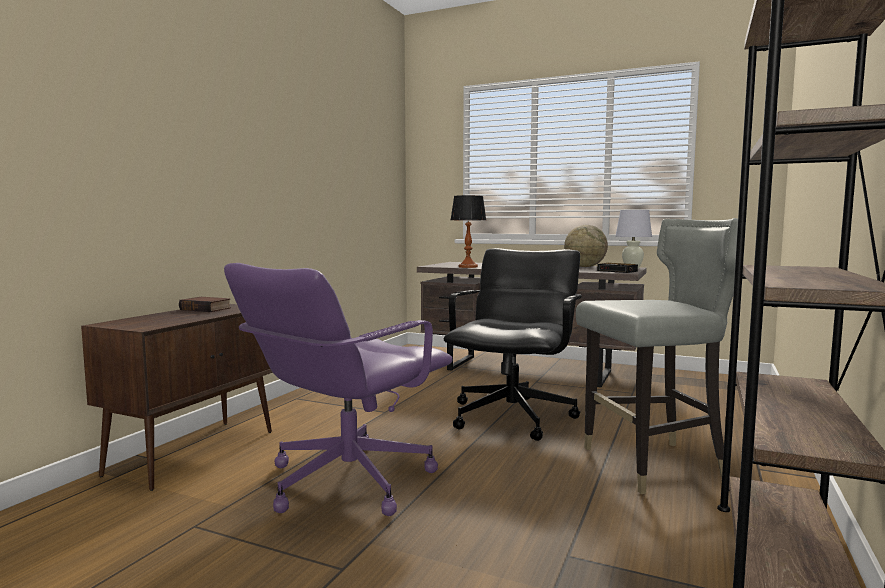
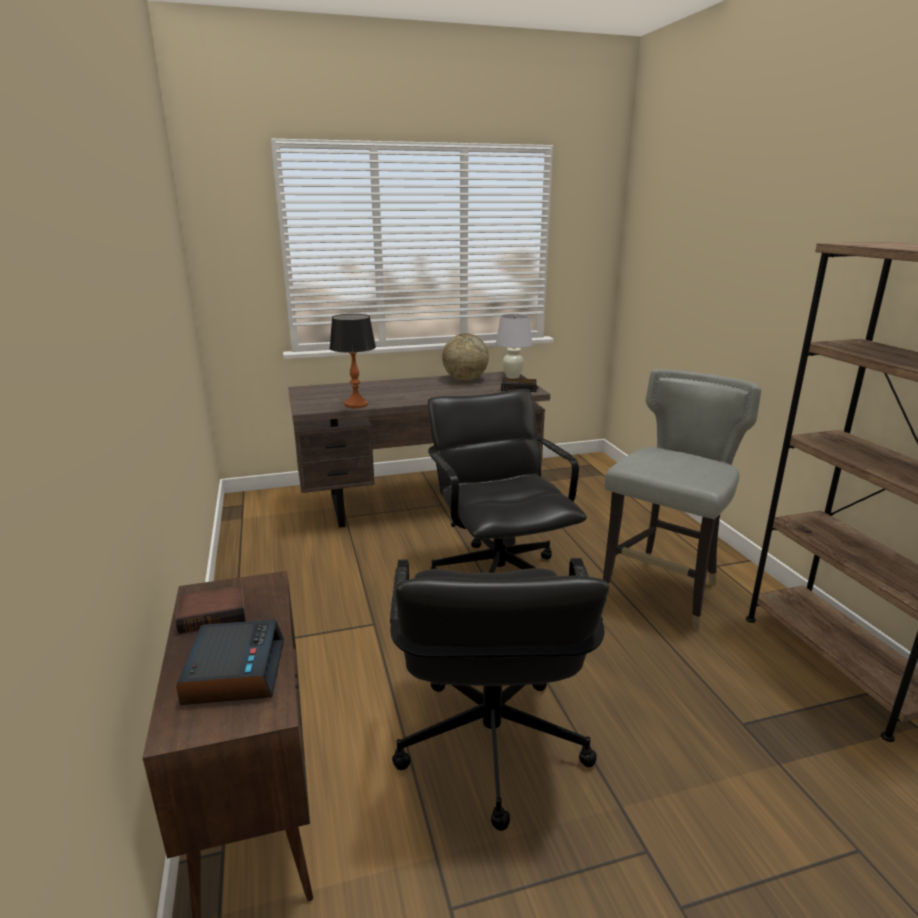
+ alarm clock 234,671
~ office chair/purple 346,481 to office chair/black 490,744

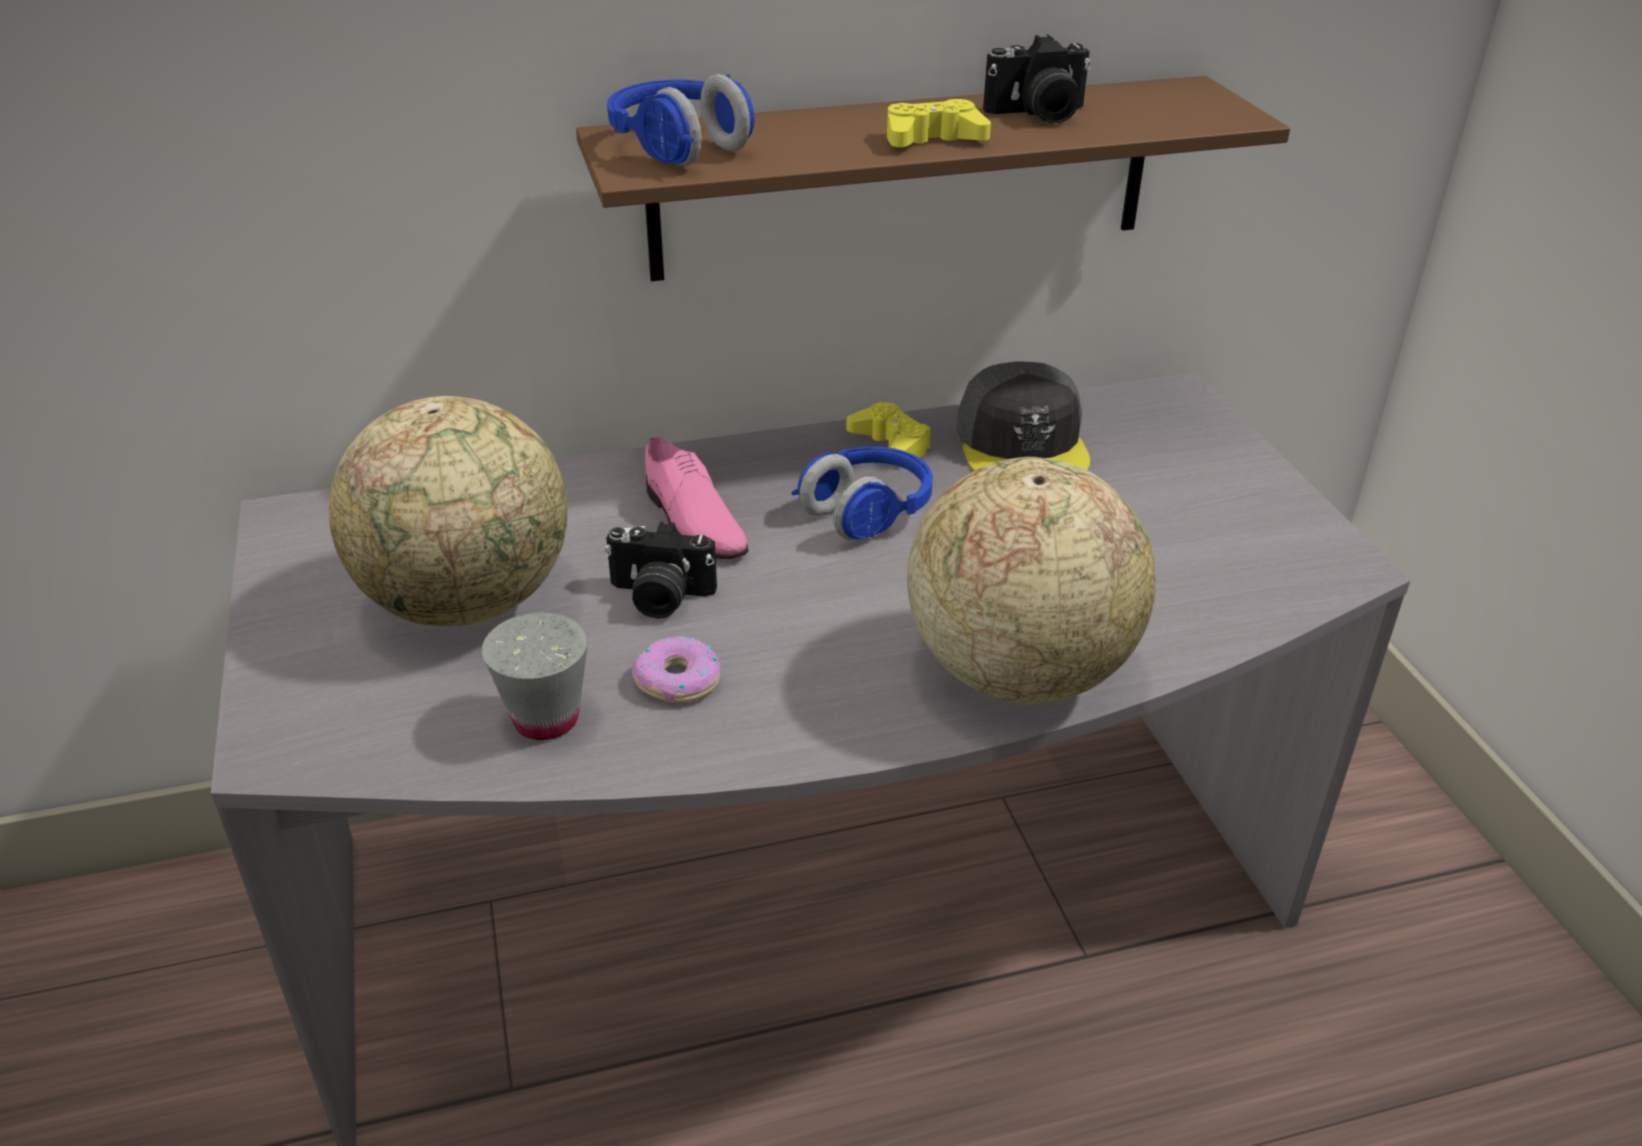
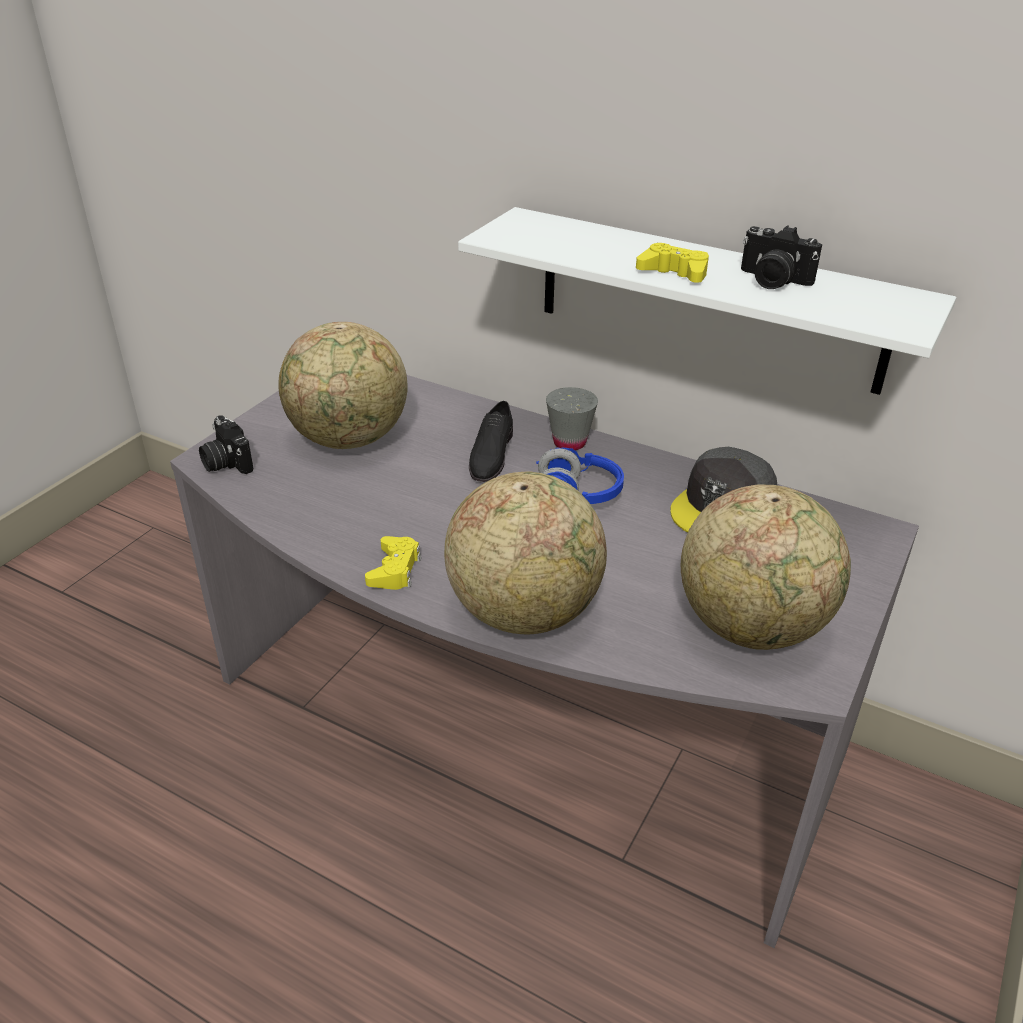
~ photo camera 659,597 to 226,462
~ game controller/yellow 890,443 to 395,569
~ shelf/brown 904,178 to shelf/white 708,299
~ shoe/pink 691,520 to shoe/black 490,455
~ cup/grey 546,719 to 569,442
+ globe 752,626
- headphones/blue 680,148
- donut 677,680

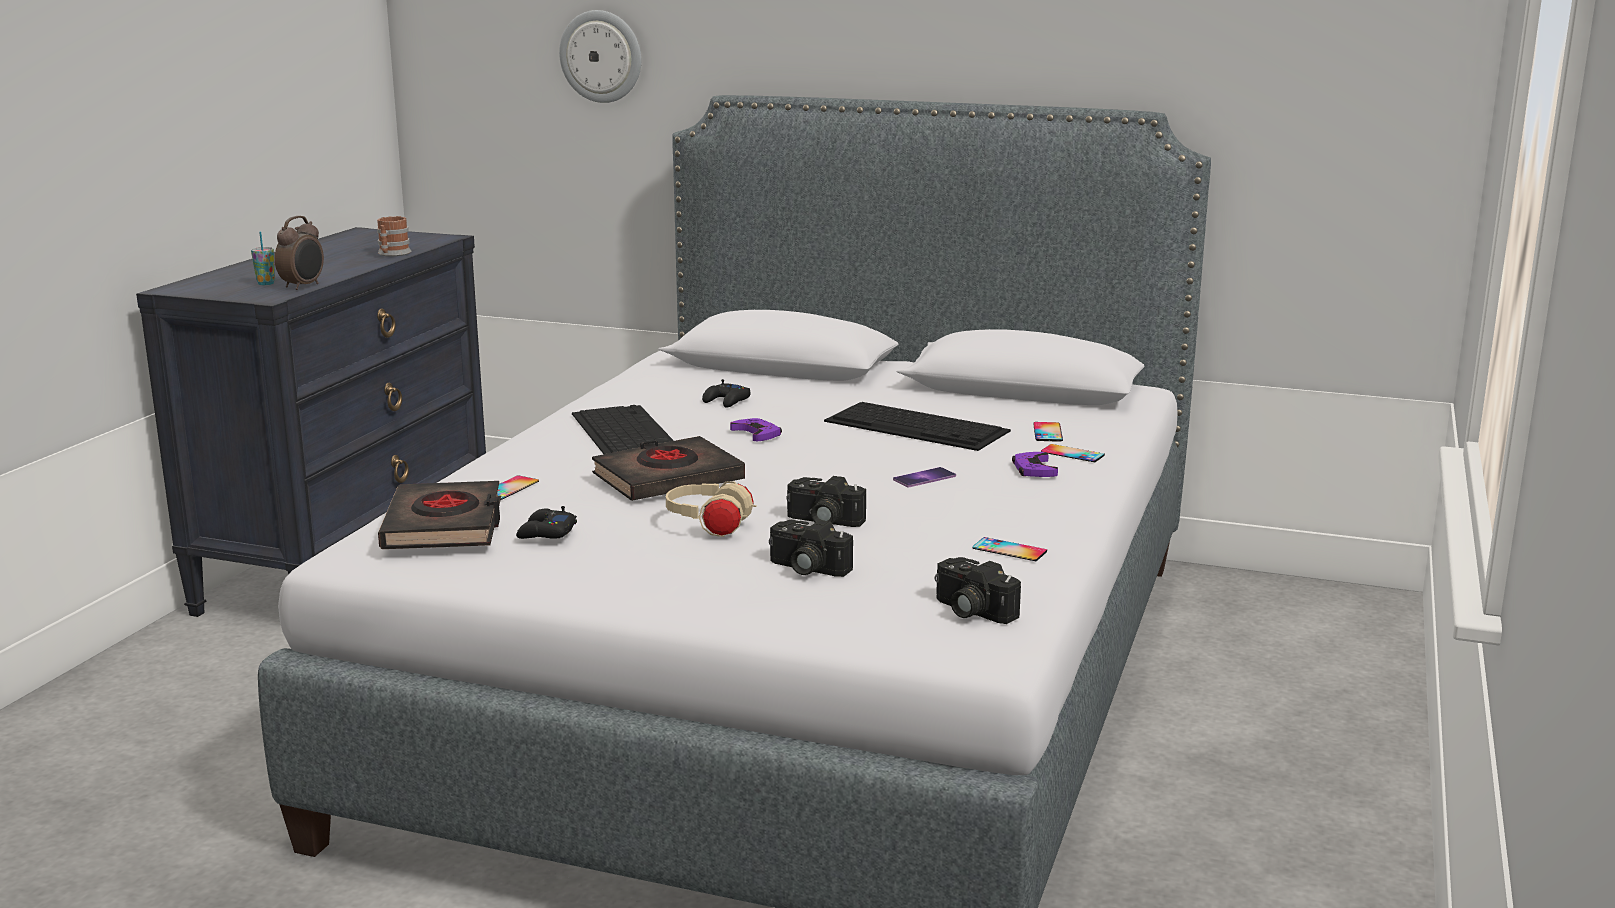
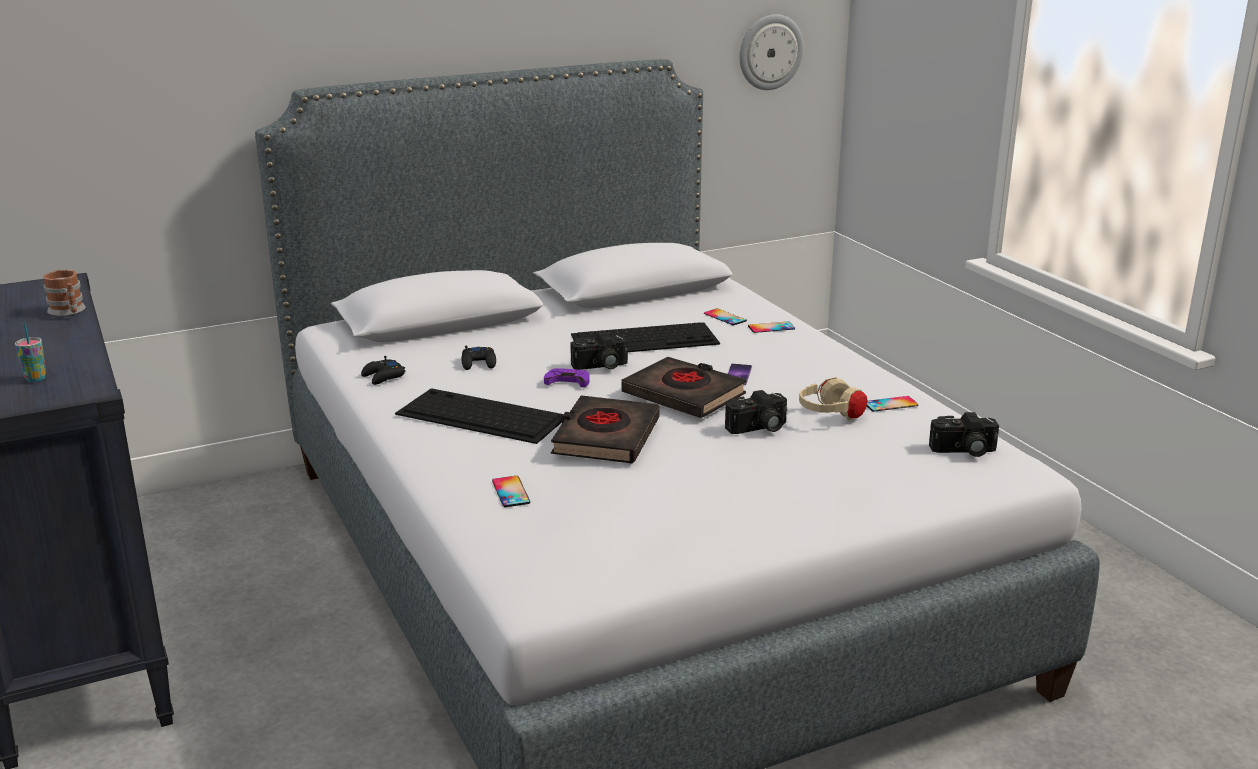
~ game controller/black 546,533 to 383,377
~ photo camera 806,569 to 600,366
~ book/black 444,526 to 684,395
~ wall clock 601,56 to 770,52
~ headphones/beige 710,527 to 831,416
- alarm clock 303,286
- game controller/purple 1033,470

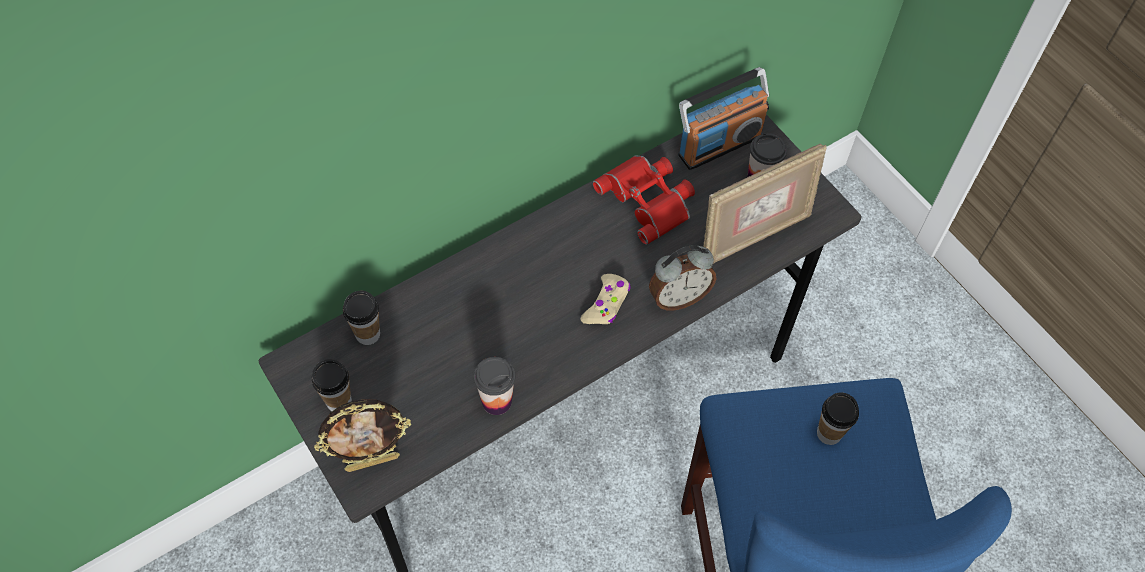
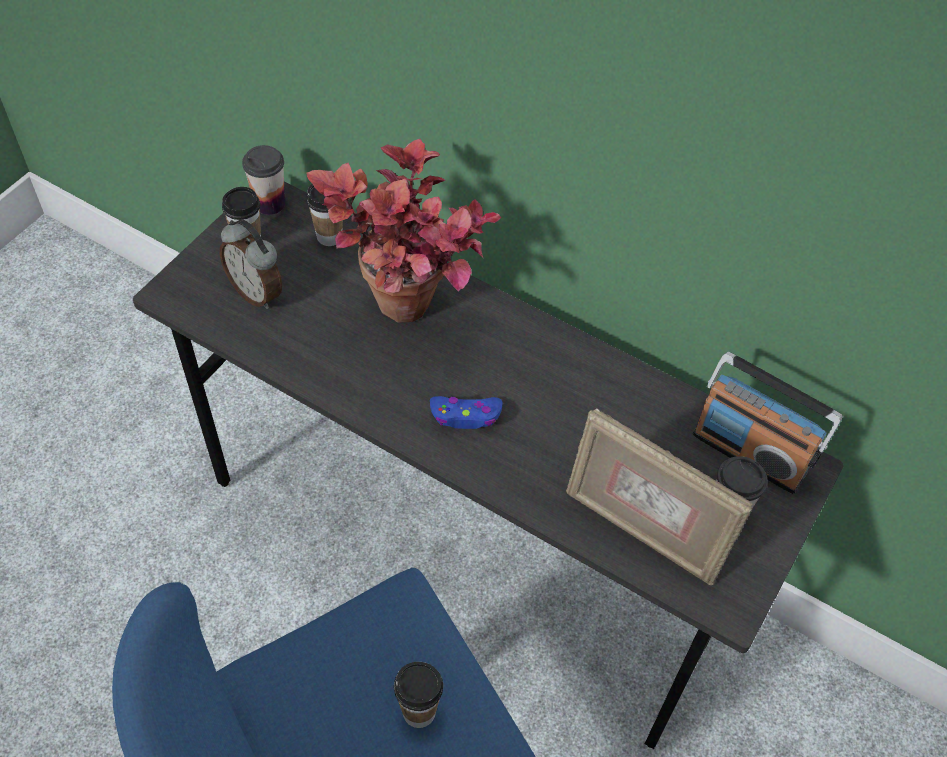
~ alarm clock 678,297 to 257,292
~ cup 496,401 to 270,204
+ potted plant 412,319
~ game controller/beige 606,304 to game controller/blue 466,416
- picture frame 372,461
- binoculars/red 649,199

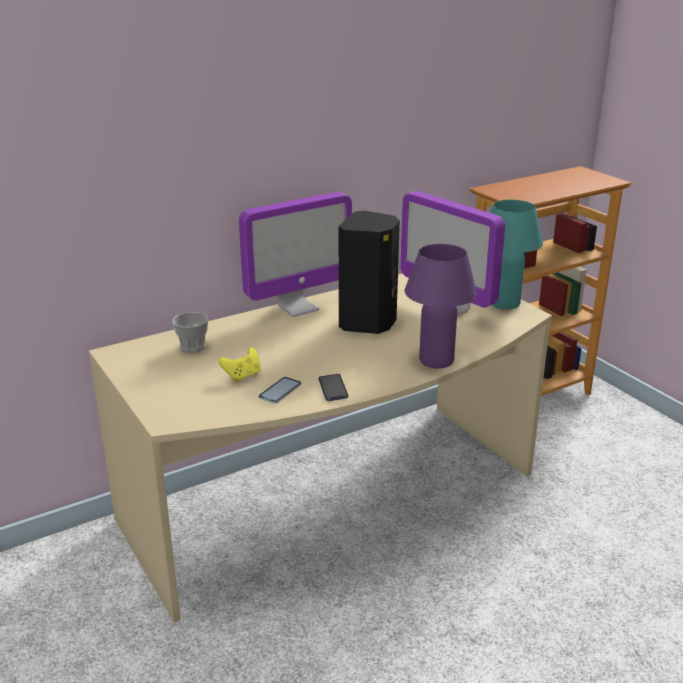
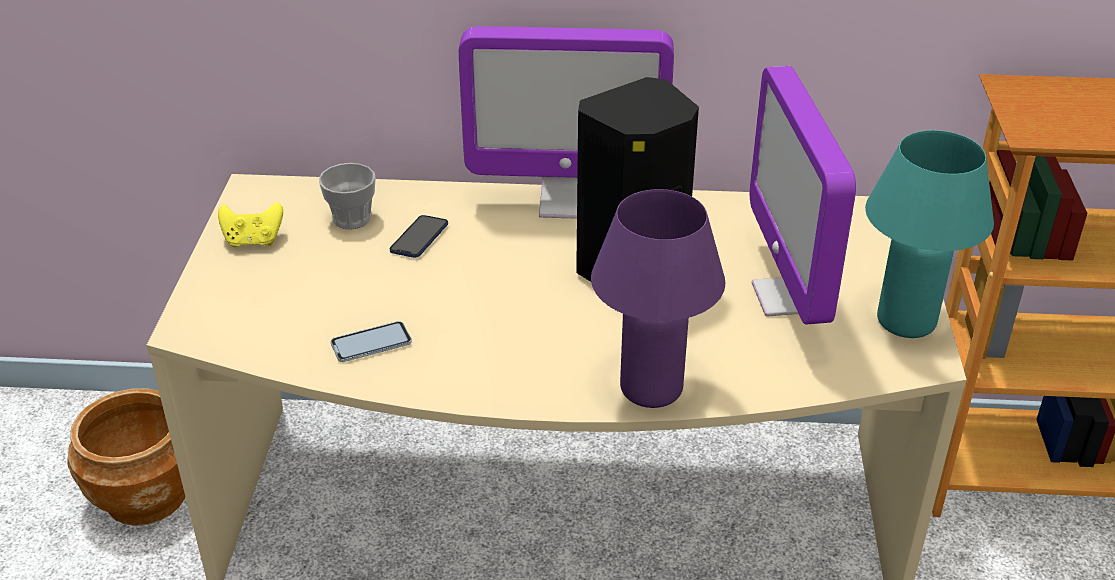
+ planter/brown 147,495
~ game controller/yellow 242,376 to 253,241
~ phone 333,388 to 419,238

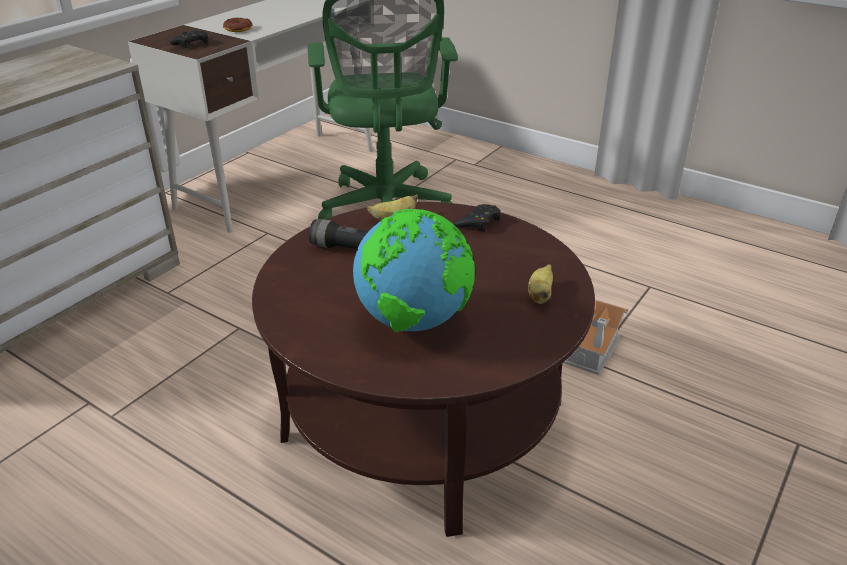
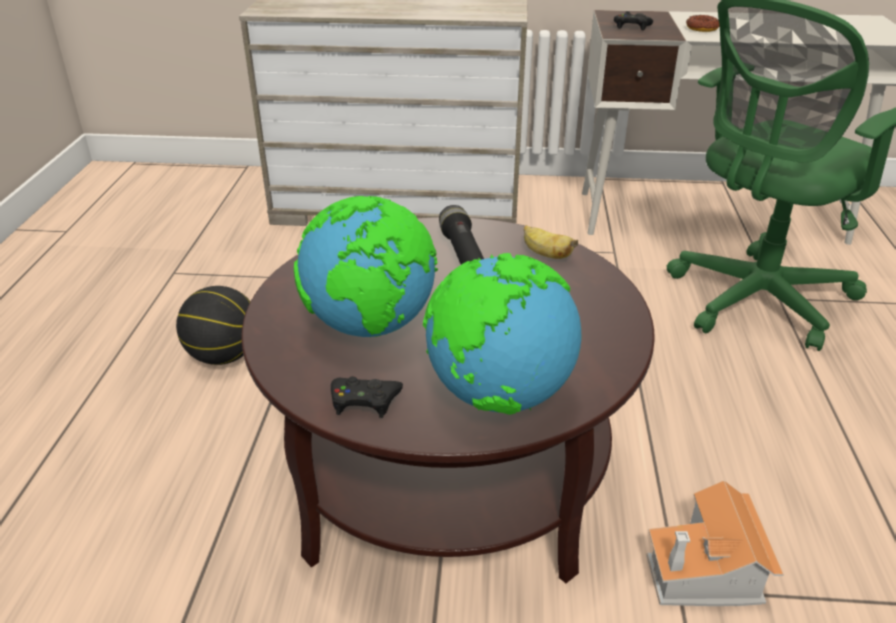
+ basketball 224,356
~ game controller/black 478,222 to 364,400
~ banana 540,295 to globe 497,396

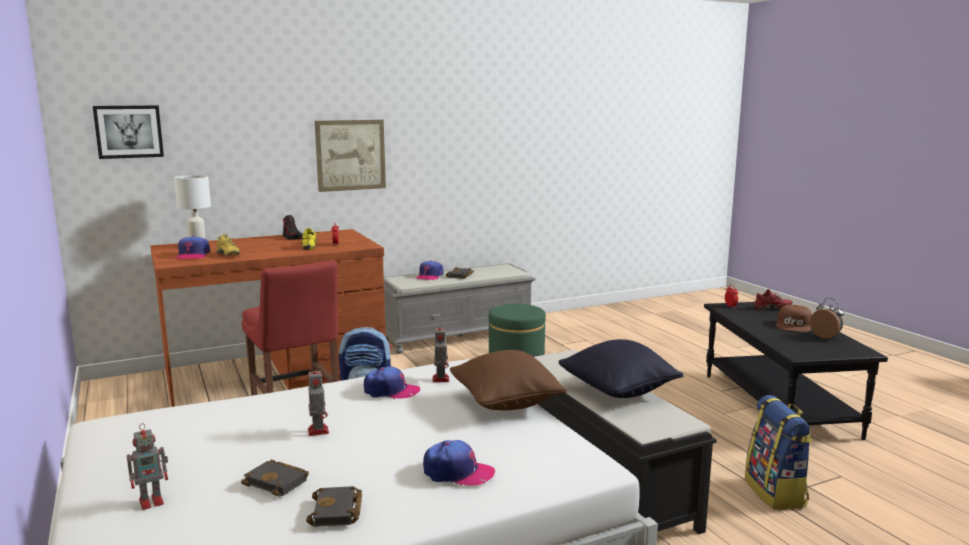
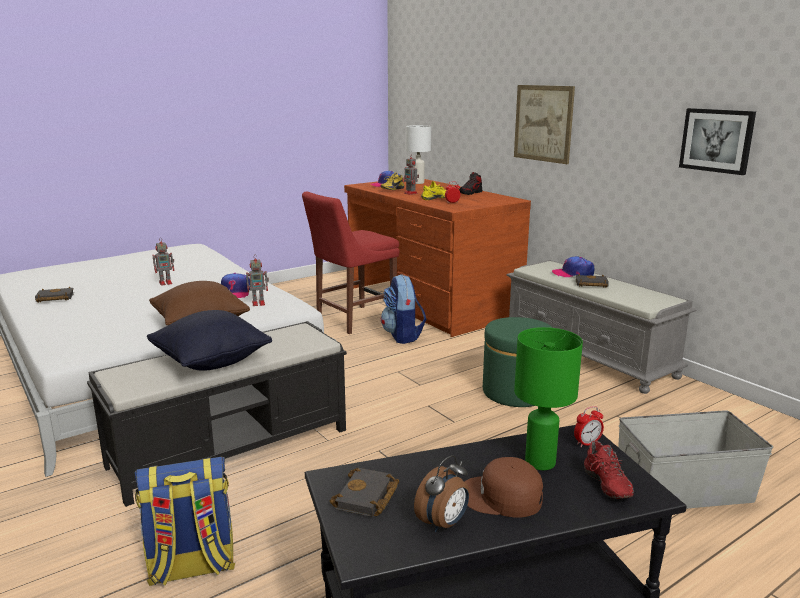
~ book/black 278,482 to 367,498
~ toy robot 153,501 to 411,193
+ table lamp/green 539,462
+ storage box/grey 682,490
~ picture 129,131 to 717,140
- cap 457,472

